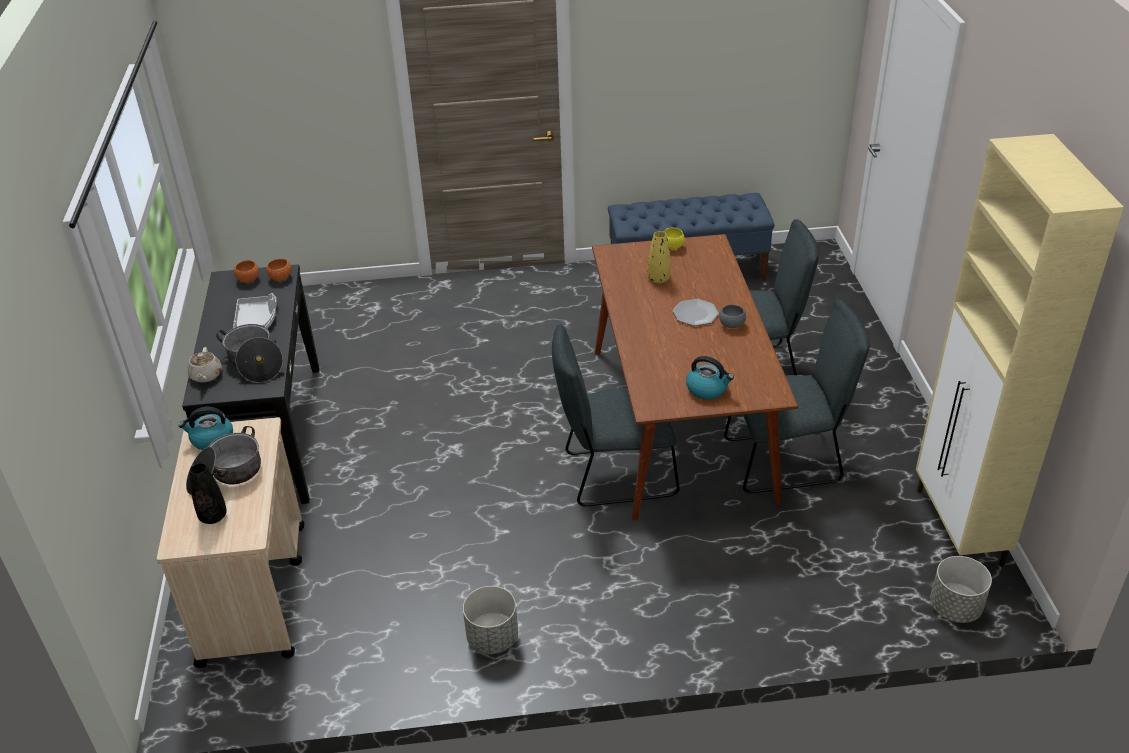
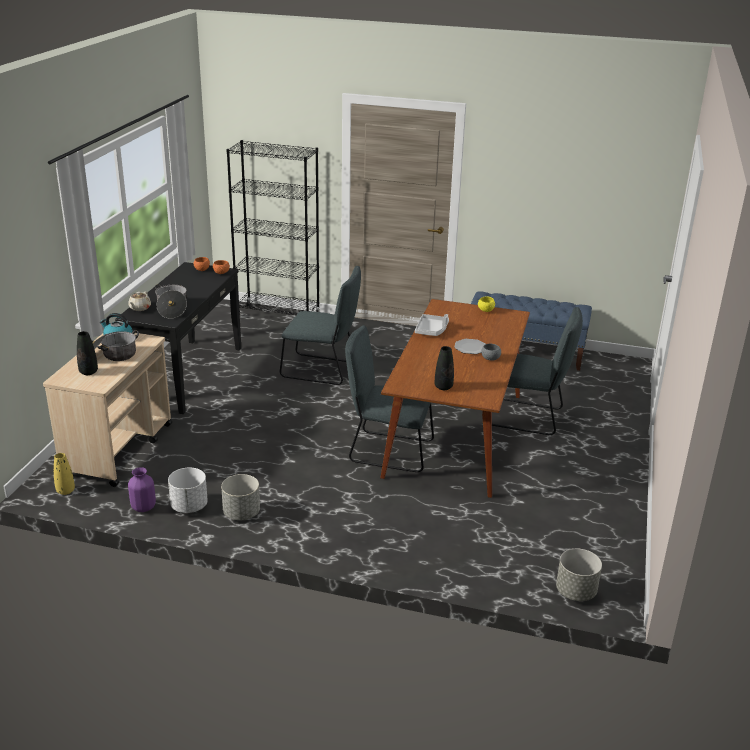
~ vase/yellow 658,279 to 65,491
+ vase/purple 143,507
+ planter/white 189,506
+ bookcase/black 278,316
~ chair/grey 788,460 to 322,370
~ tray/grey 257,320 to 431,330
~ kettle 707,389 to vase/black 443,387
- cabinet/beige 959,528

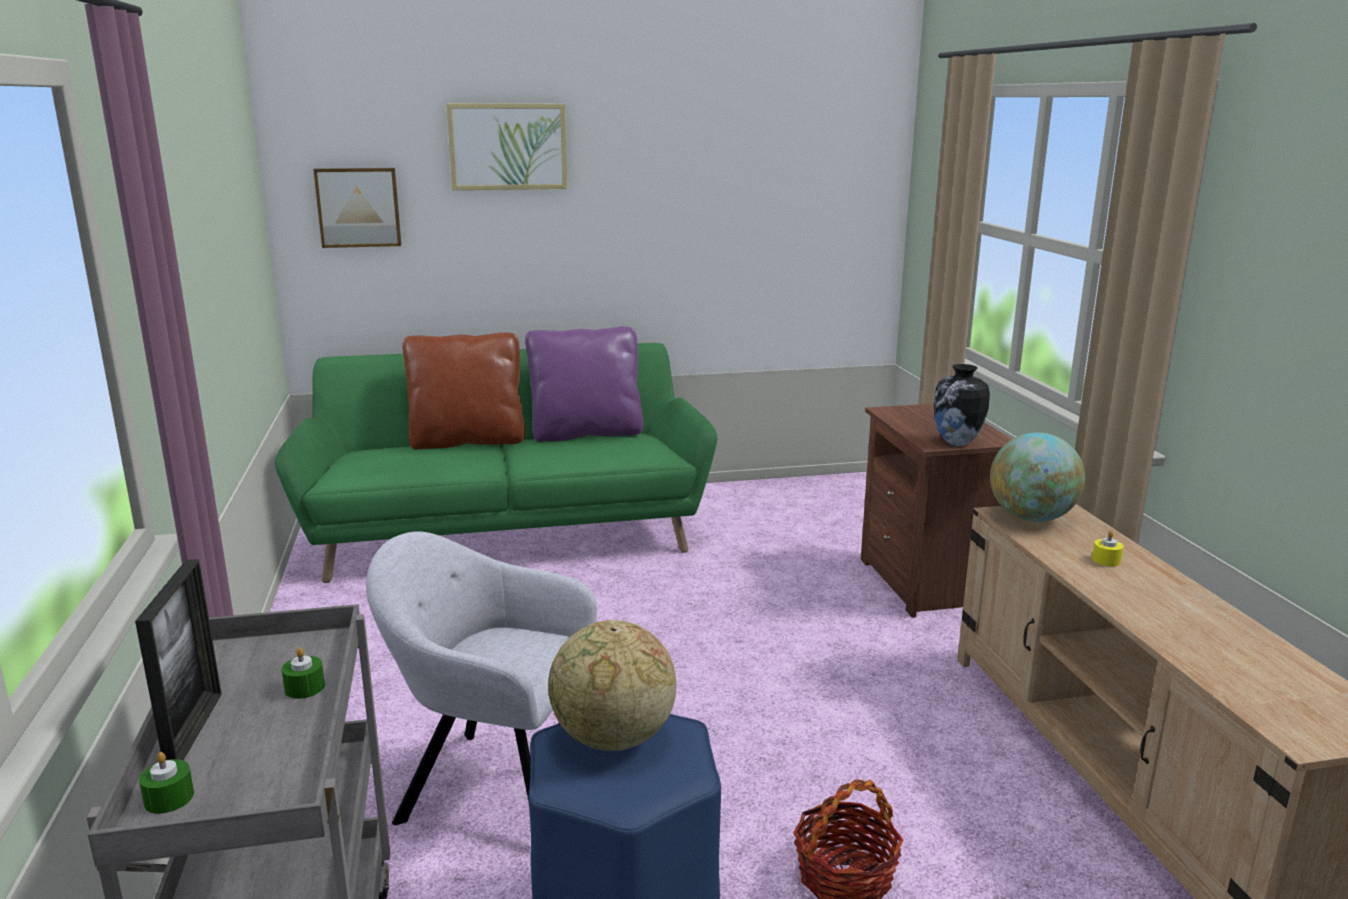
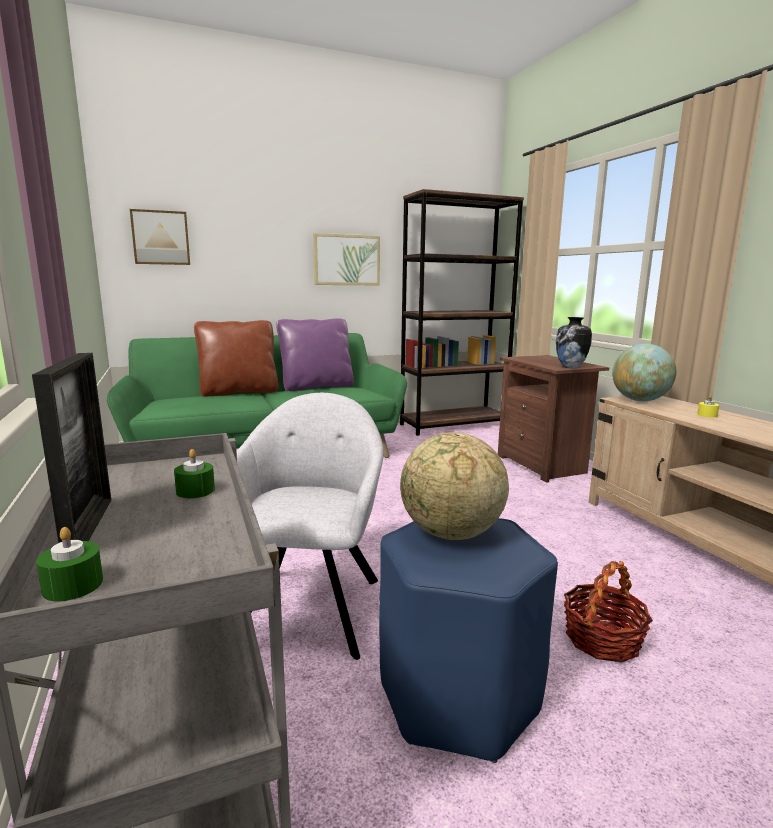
~ armchair/grey 494,787 = 311,605 90 degrees clockwise
~ picture 508,146 to 346,260
+ bookcase/brown 453,425

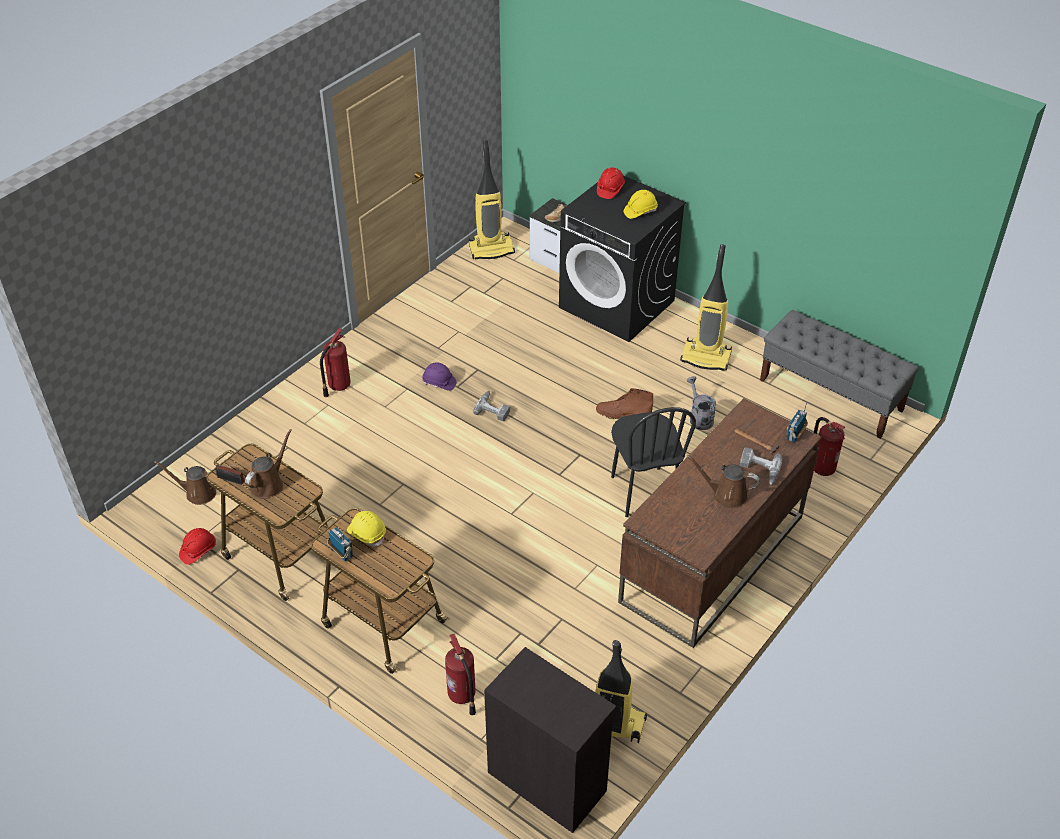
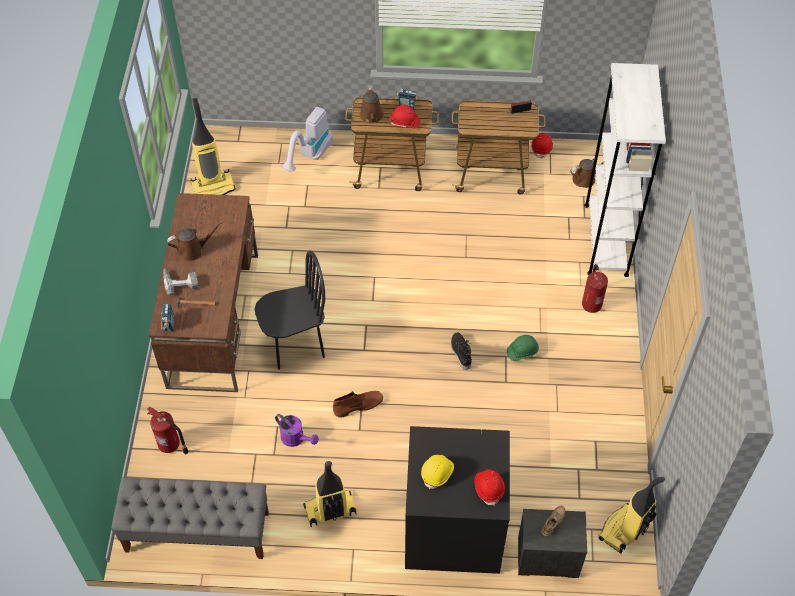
~ chair/black 643,492 = 295,345 120 degrees clockwise
~ watering can/grey 699,417 to watering can/purple 296,439
~ fire extinguisher 462,696 to vacuum cleaner 309,157
~ watering can/brown 269,484 to 371,116
~ hard hat/yellow 367,533 to hard hat/red 405,122
~ power drill 494,408 to boot/black 460,353
~ hard hat/purple 439,383 to hard hat/green 522,351
+ bookcase/white 606,239
- cabinet/black 547,779

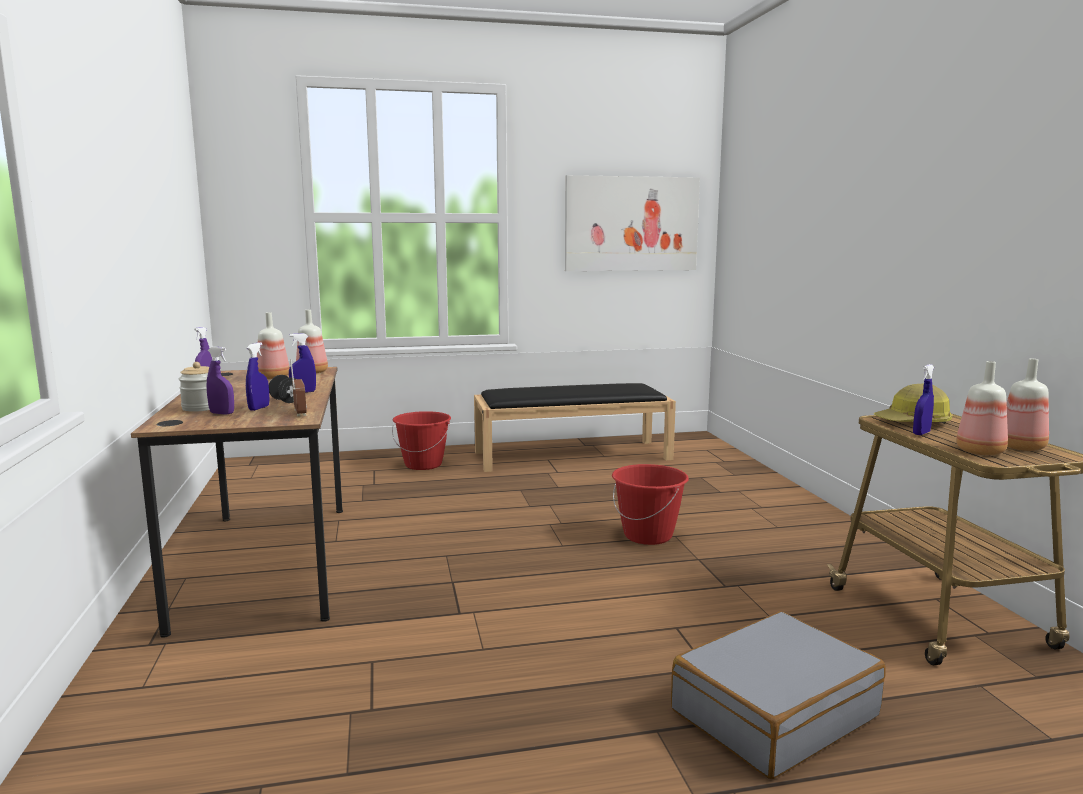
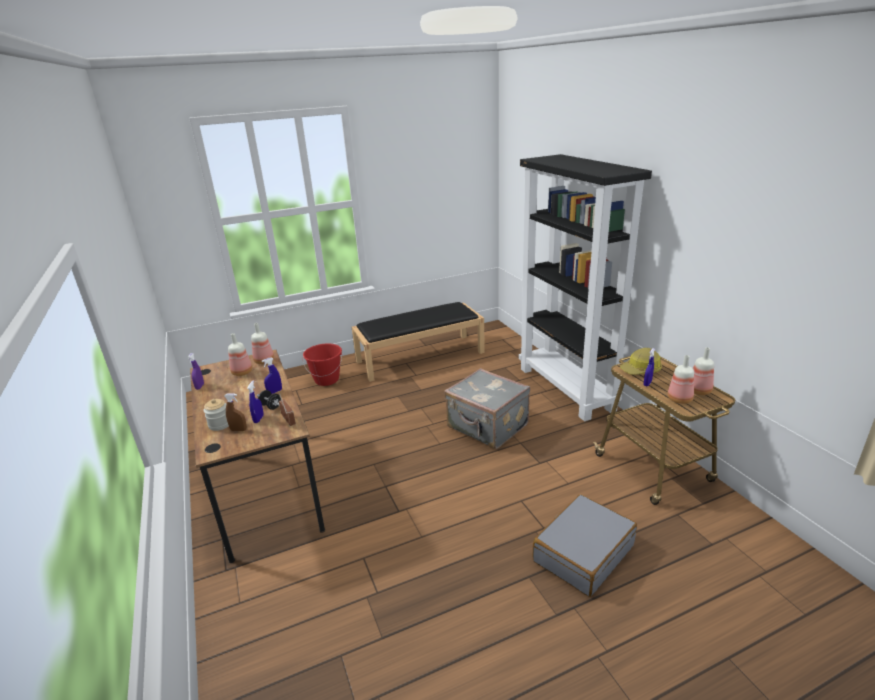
~ spray bottle/purple 222,413 to spray bottle/brown 238,430
~ bucket/red 648,535 to suitcase/grey 487,427
+ bookcase/black 566,389
- picture 631,224

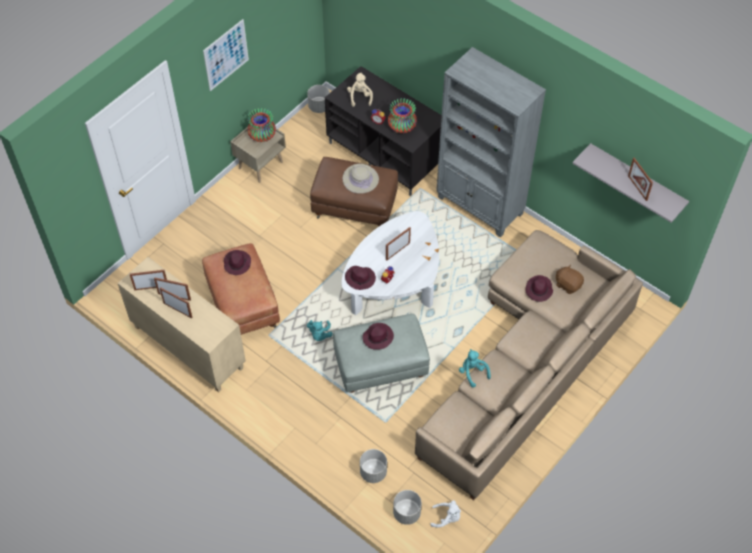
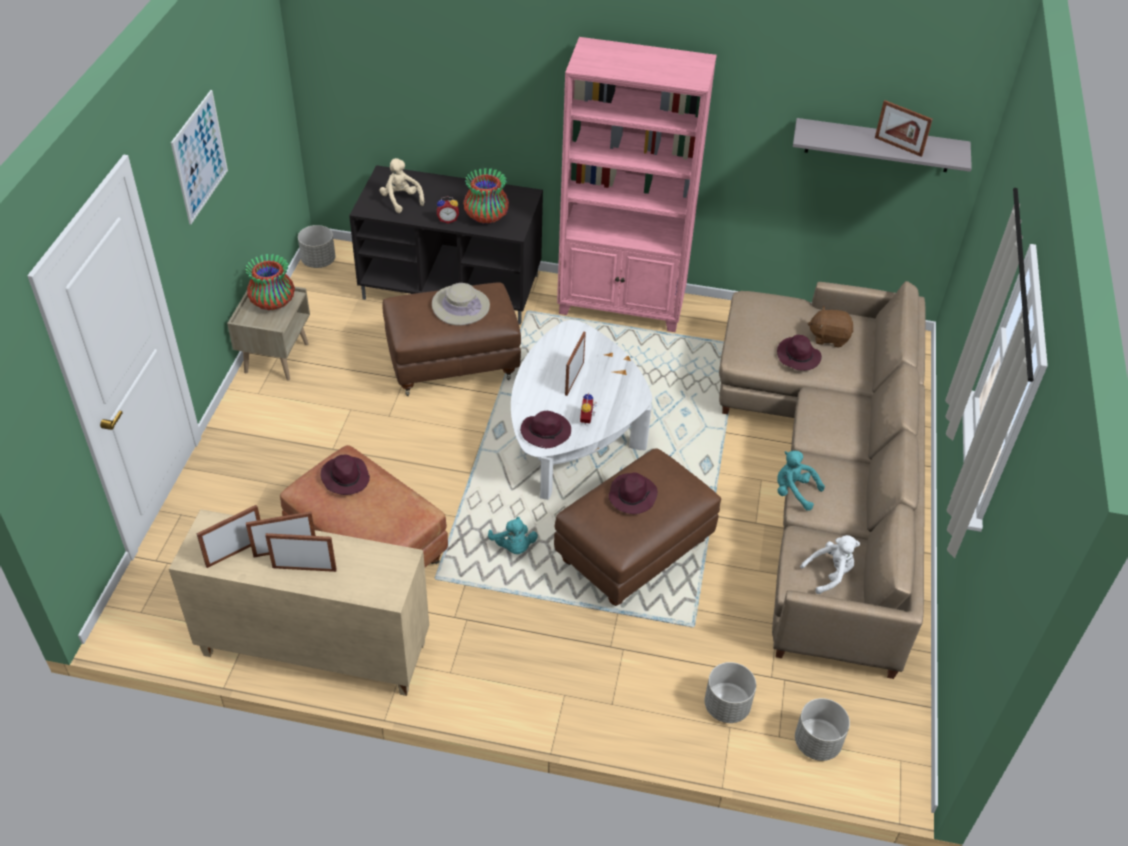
~ ottoman/grey 380,368 to ottoman/brown 633,556
~ bookcase/grey 480,206 to bookcase/pink 622,305
~ plush toy/white 447,518 to 830,574

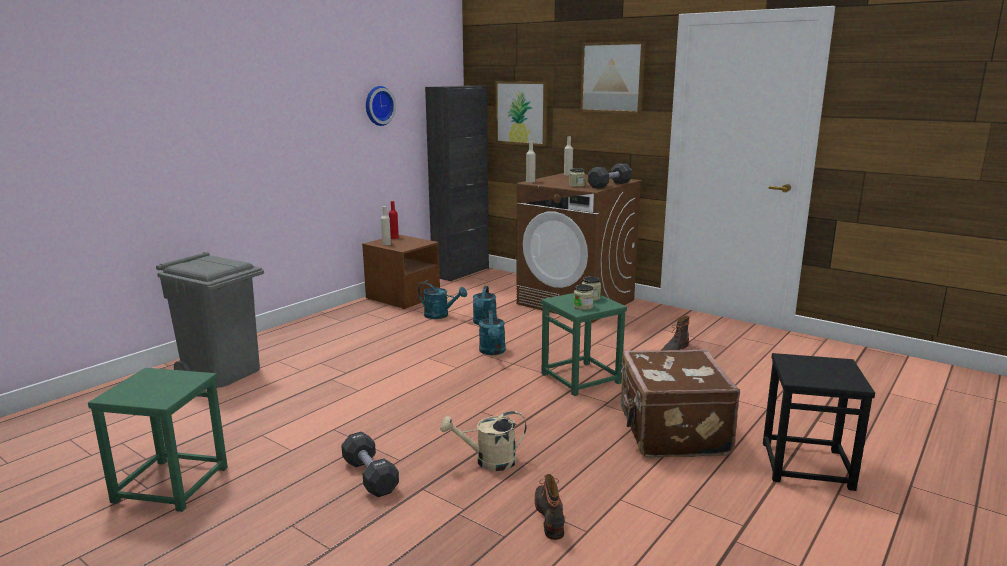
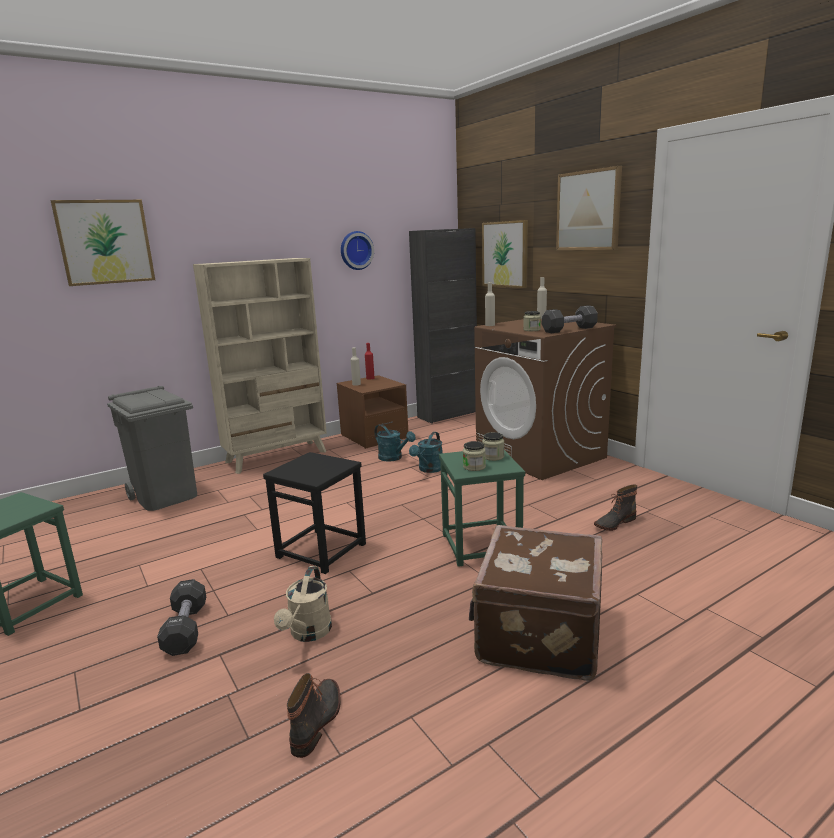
+ picture 105,242
+ bookcase/beige 277,457
~ stool/black 806,465 to 322,550
~ watering can/beige 488,461 = 308,633 90 degrees counterclockwise
- watering can/turquoise 493,352

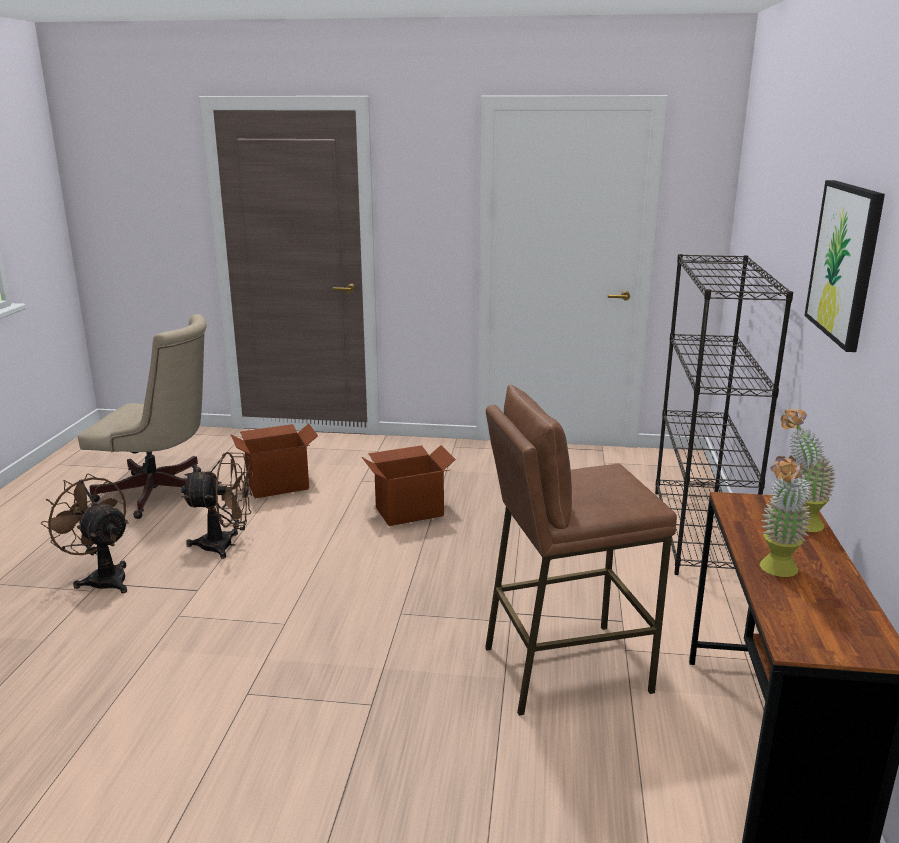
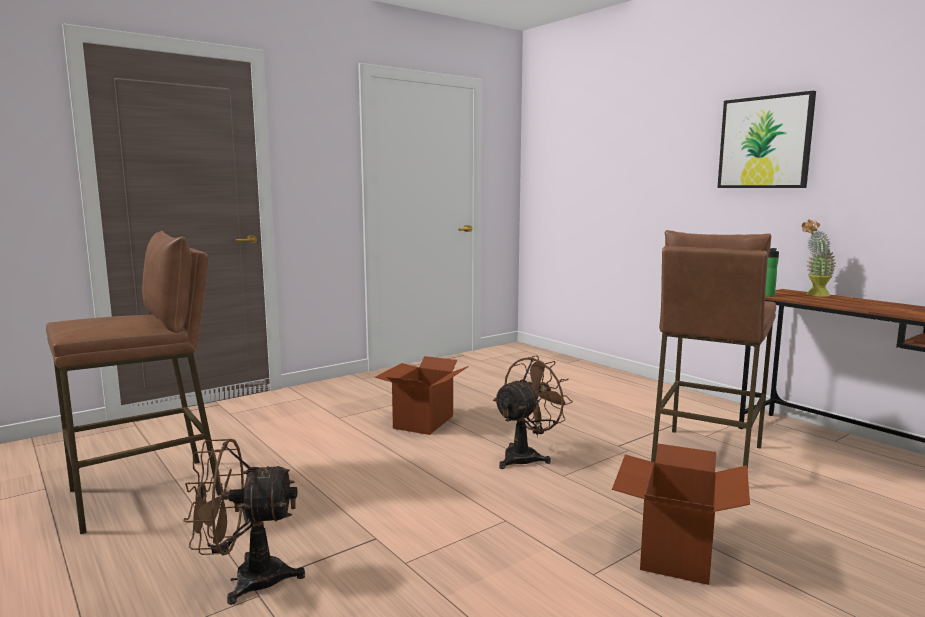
~ office chair/beige 161,494 to stool/brown 147,493
~ fan/brown 225,545 to 526,456
~ cardboard box 277,485 to 675,553
+ bottle 768,296
- bookcase/black 698,532
- potted plant 776,572

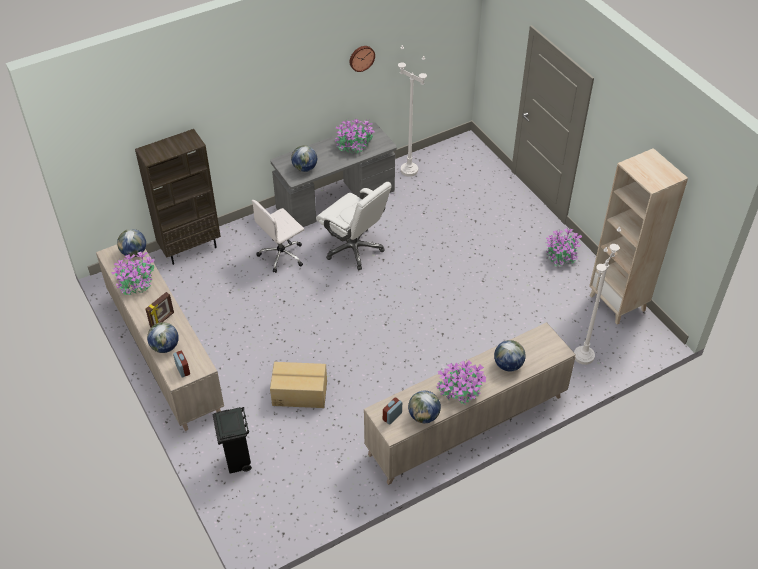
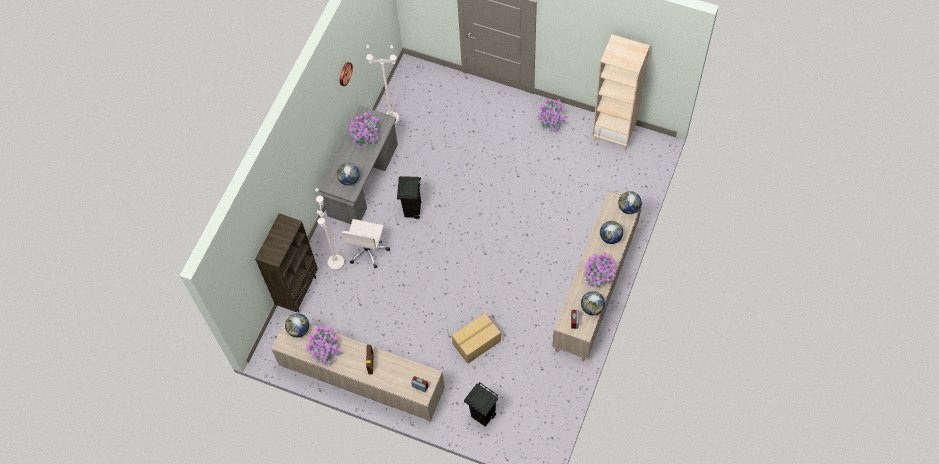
~ floor lamp/white 584,356 to 336,263
~ office chair/white 354,249 to trash can/black 412,211
~ globe 165,347 to 628,208

